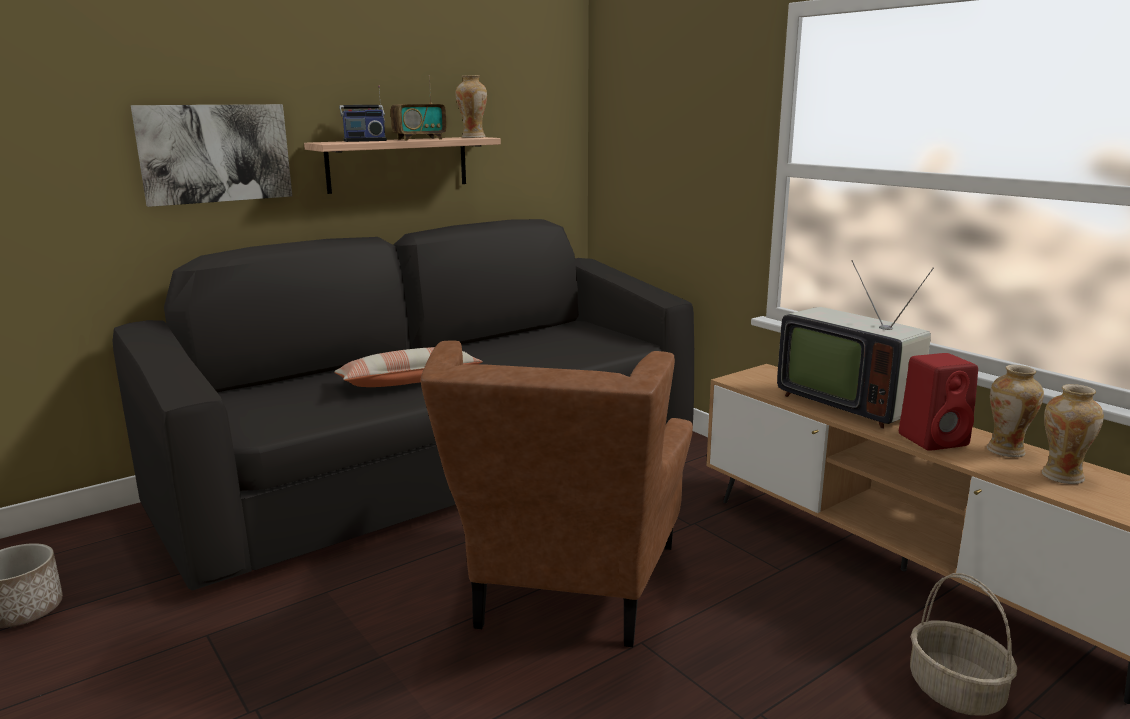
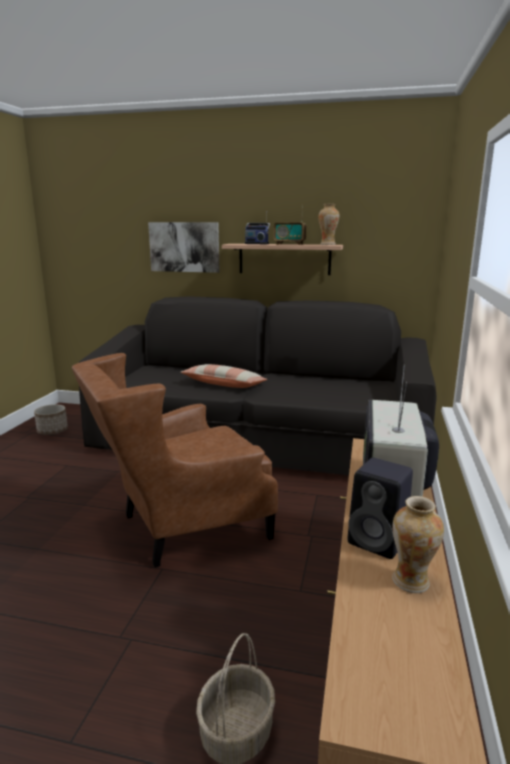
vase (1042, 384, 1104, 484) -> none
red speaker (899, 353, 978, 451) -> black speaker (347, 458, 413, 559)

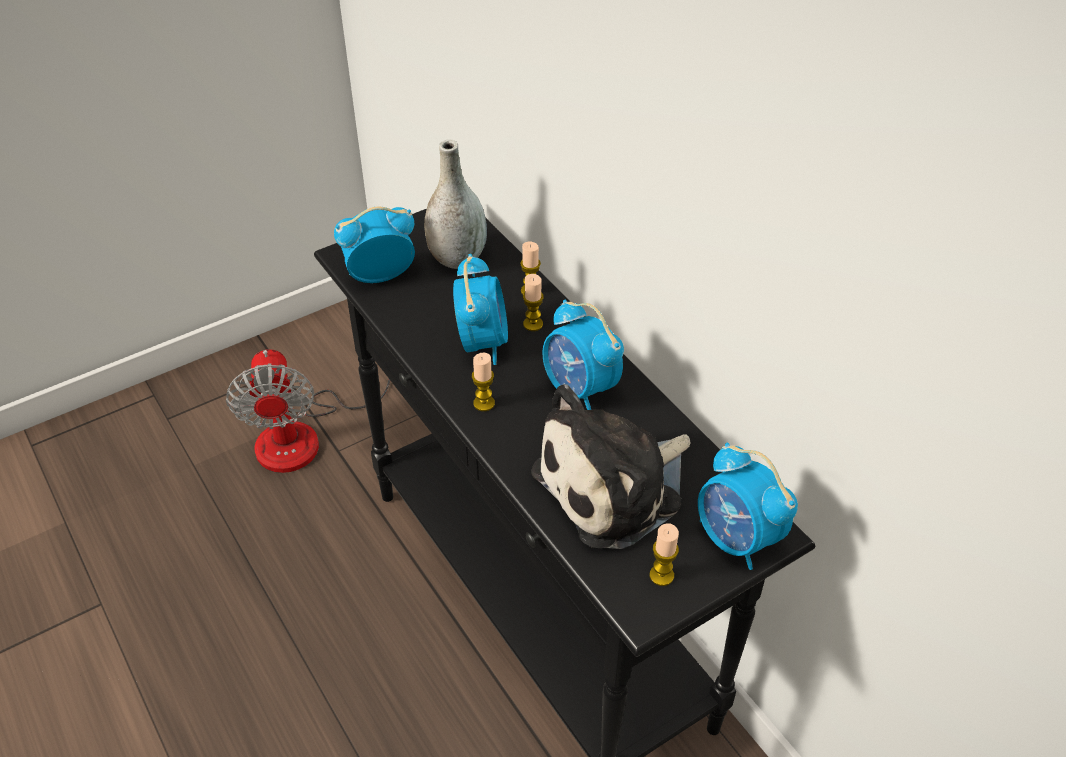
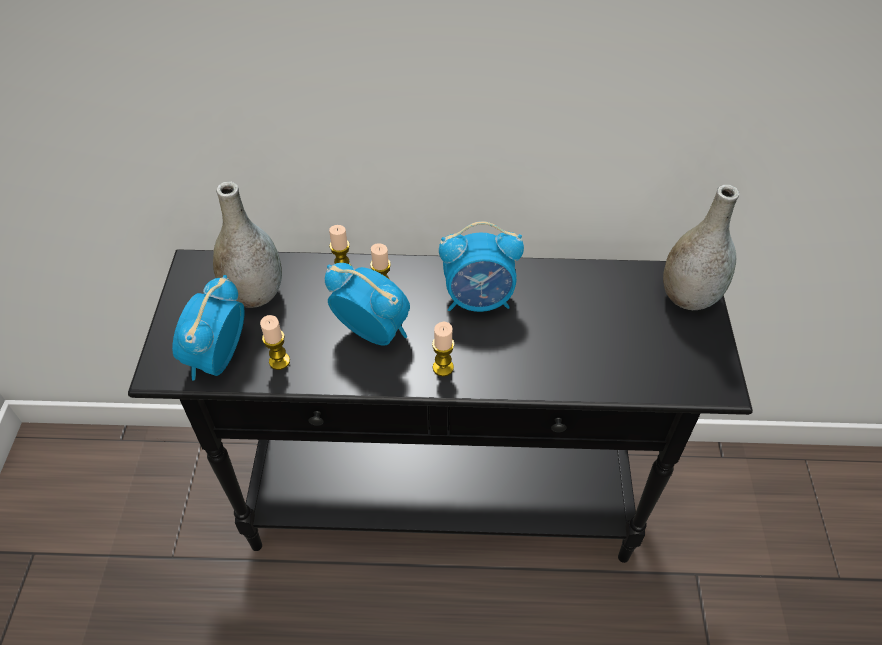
fan (226, 349, 390, 473) -> none
plush toy (531, 384, 690, 549) -> none
candle (650, 523, 679, 586) -> candle (260, 315, 290, 370), shifted
alarm clock (698, 443, 798, 570) -> grey vase (663, 185, 739, 310)

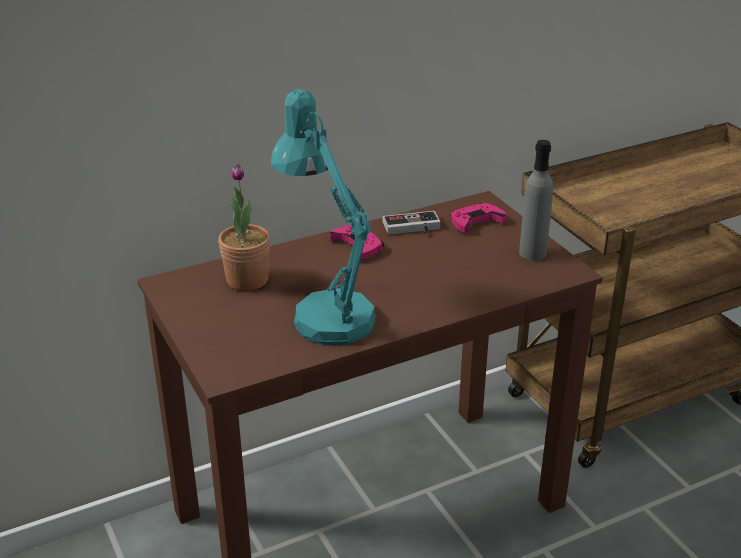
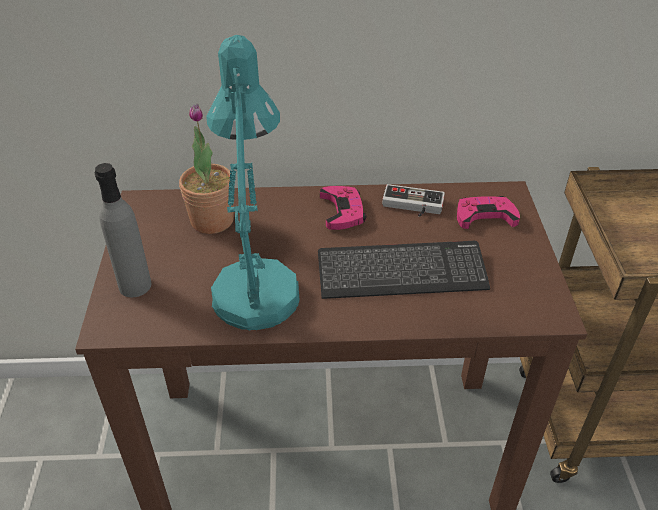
none -> keyboard (318, 241, 490, 299)
grey bottle (519, 140, 553, 260) -> grey bottle (95, 163, 152, 297), shifted

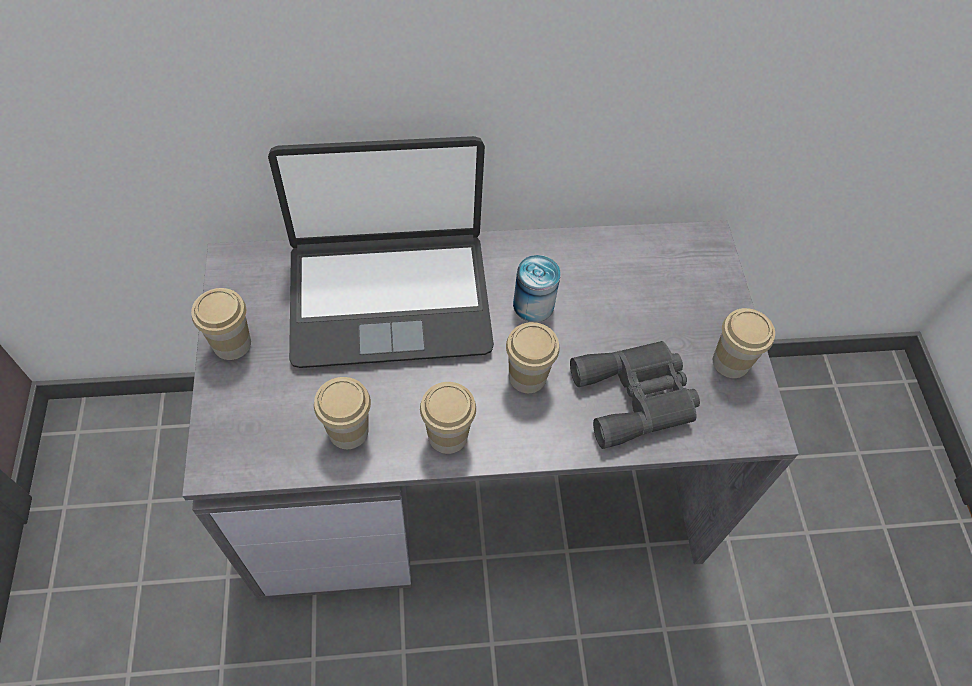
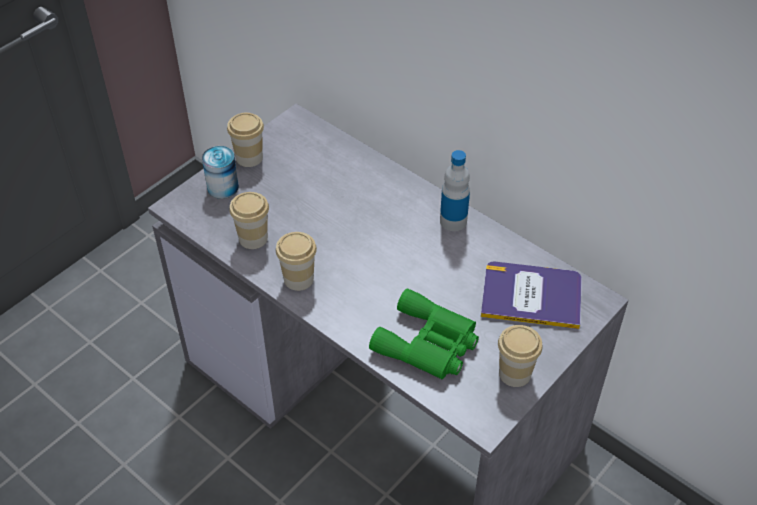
laptop (268, 136, 494, 368) -> none
cup (506, 322, 560, 393) -> none
none -> bottle (440, 150, 470, 231)
none -> book (481, 262, 582, 329)
can (513, 255, 561, 322) -> can (202, 146, 239, 199), shifted
grey binoculars (570, 341, 700, 449) -> green binoculars (369, 288, 479, 379)

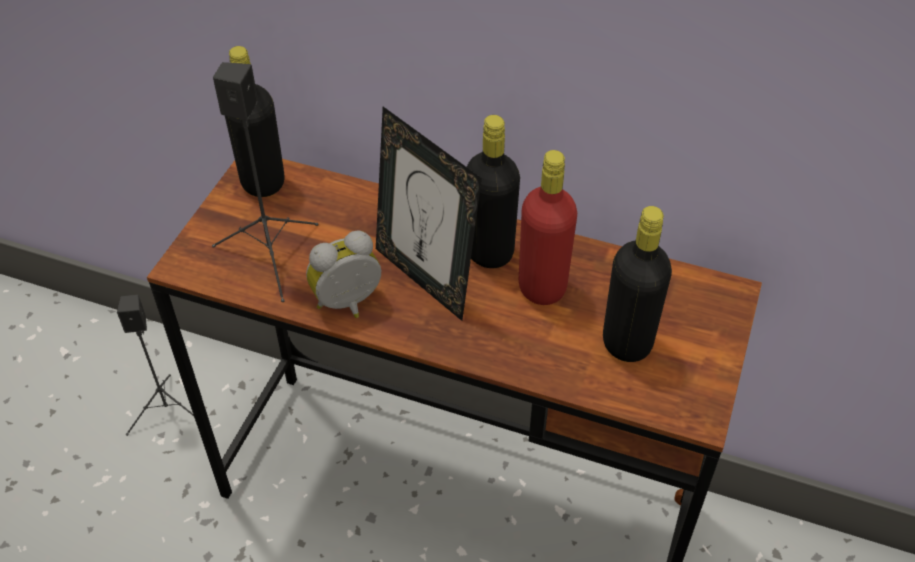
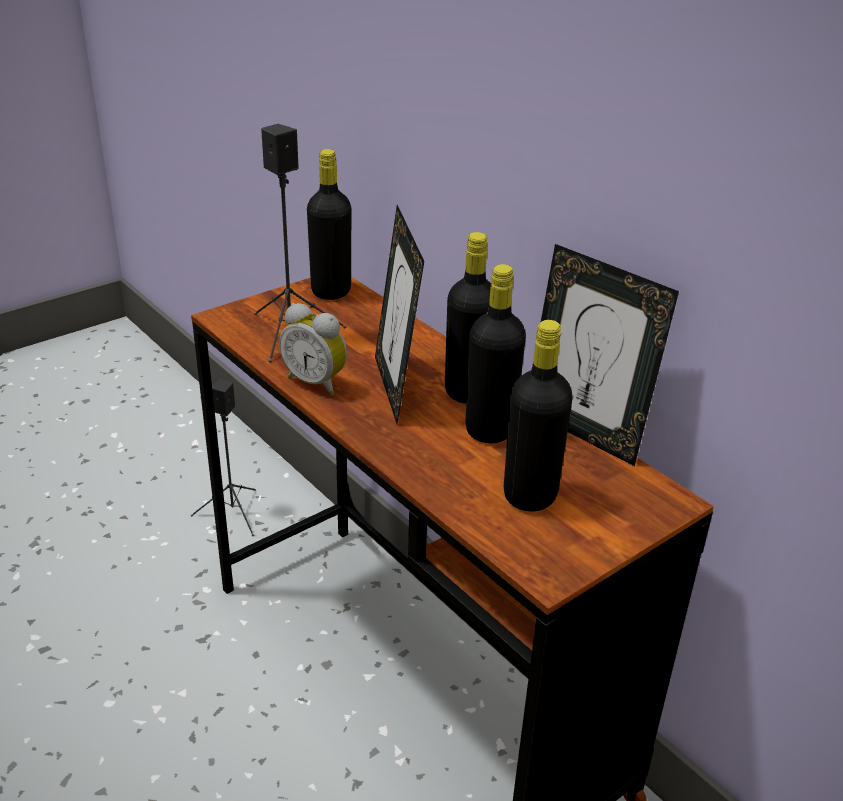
none -> picture frame (532, 244, 679, 466)
red bottle (519, 150, 577, 305) -> black bottle (466, 264, 526, 443)
alarm clock (306, 231, 381, 318) -> alarm clock (279, 303, 347, 396), 150 degrees counterclockwise

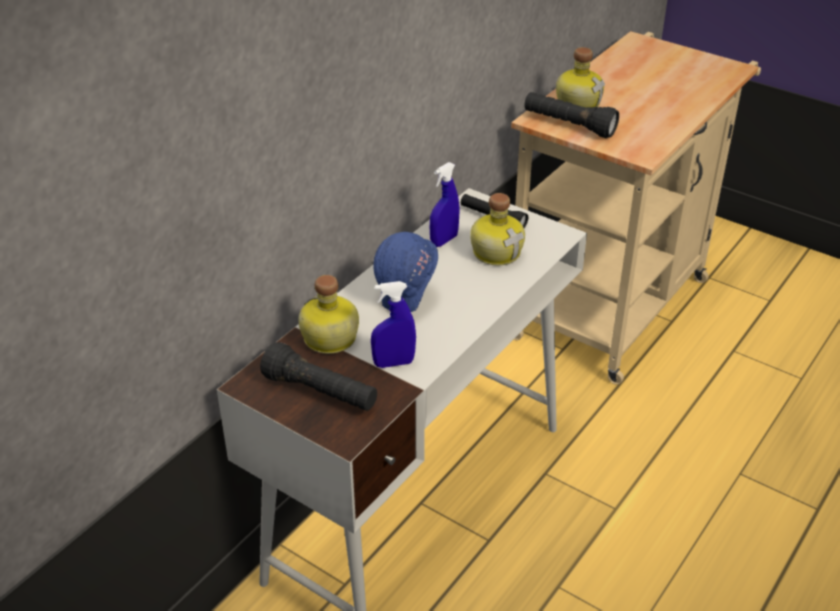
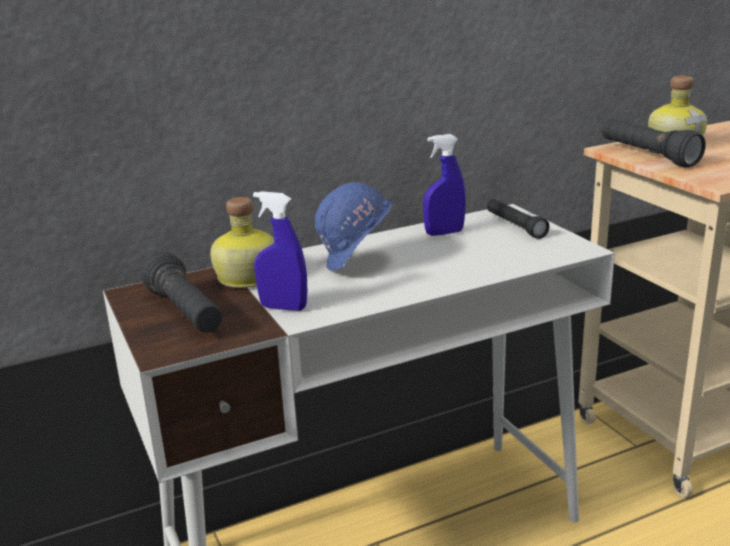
bottle (470, 193, 525, 265) -> none

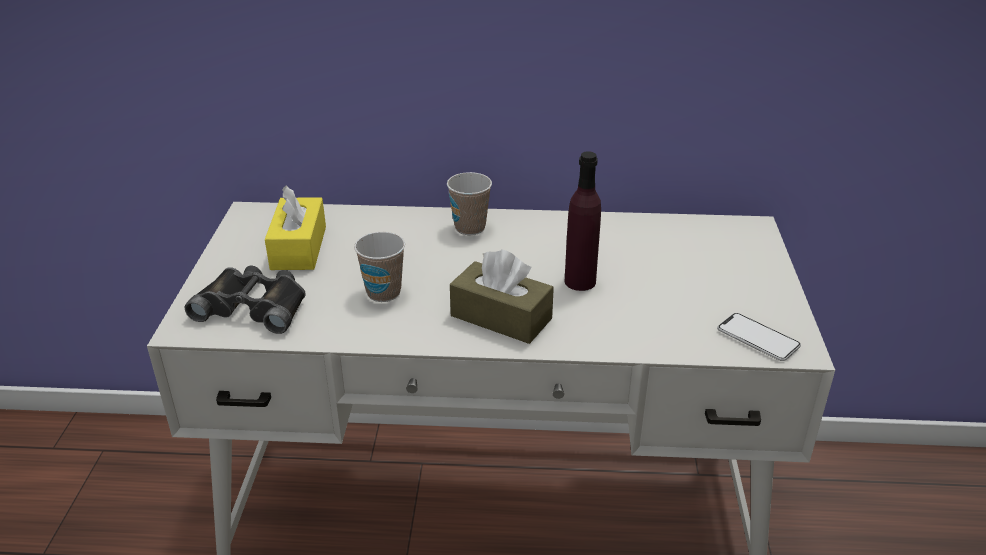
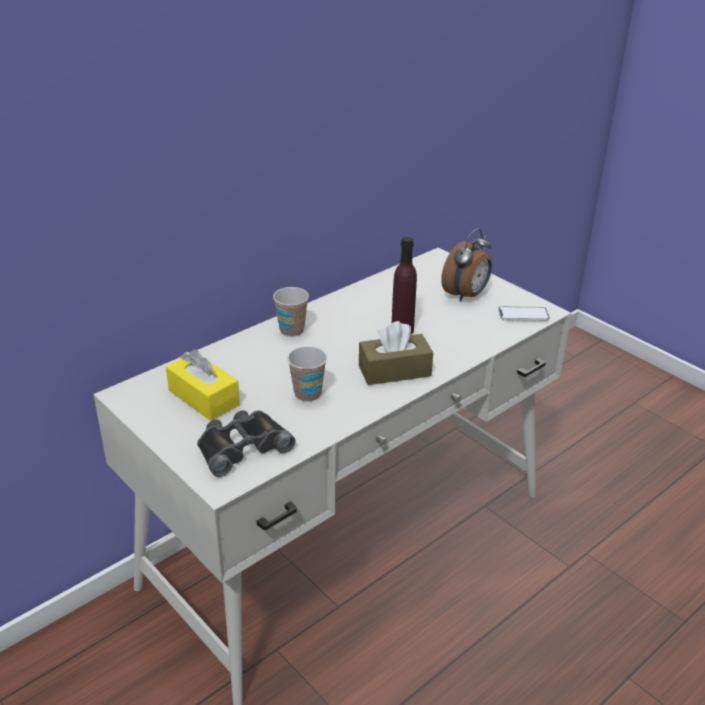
none -> alarm clock (441, 228, 492, 302)

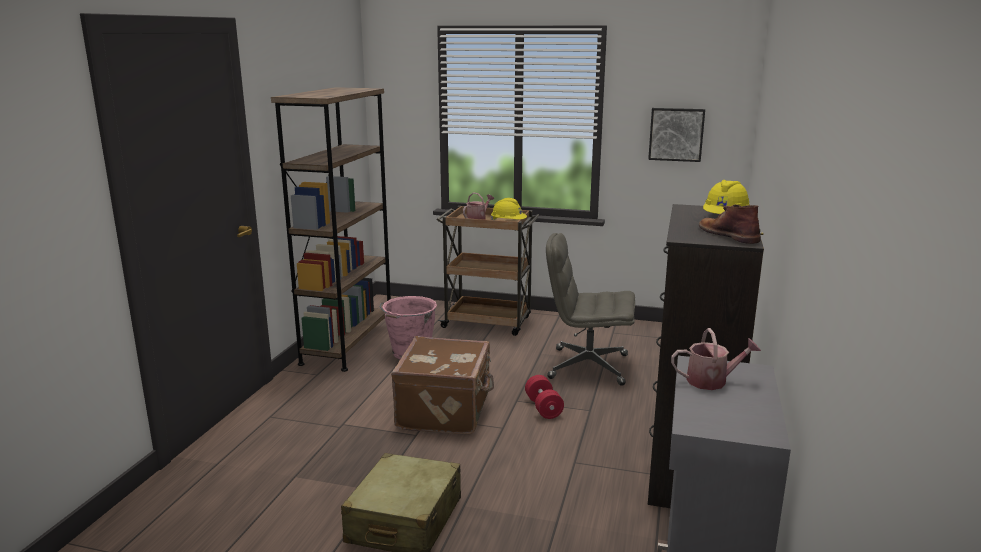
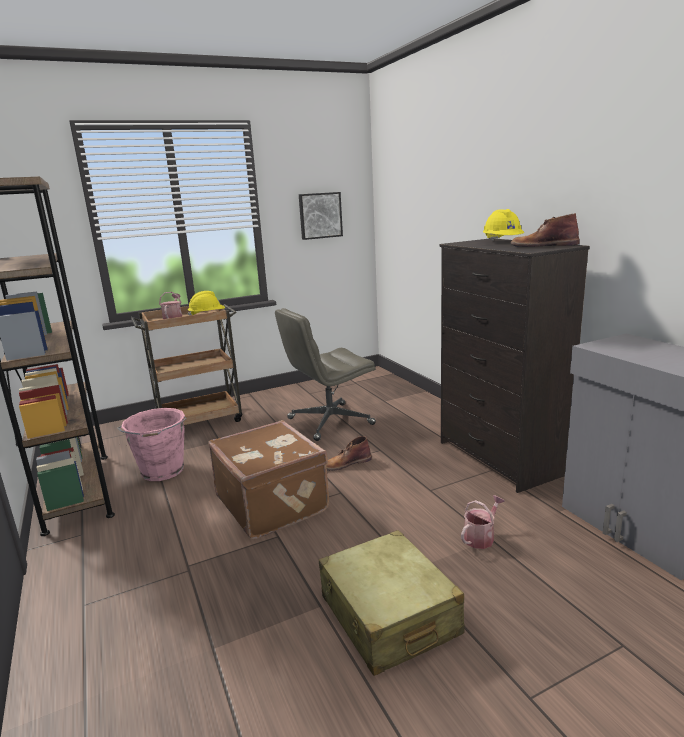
watering can (671, 328, 761, 390) -> watering can (461, 495, 505, 549), shifted
red dumbbell (525, 375, 564, 419) -> brown boot (326, 436, 372, 471)

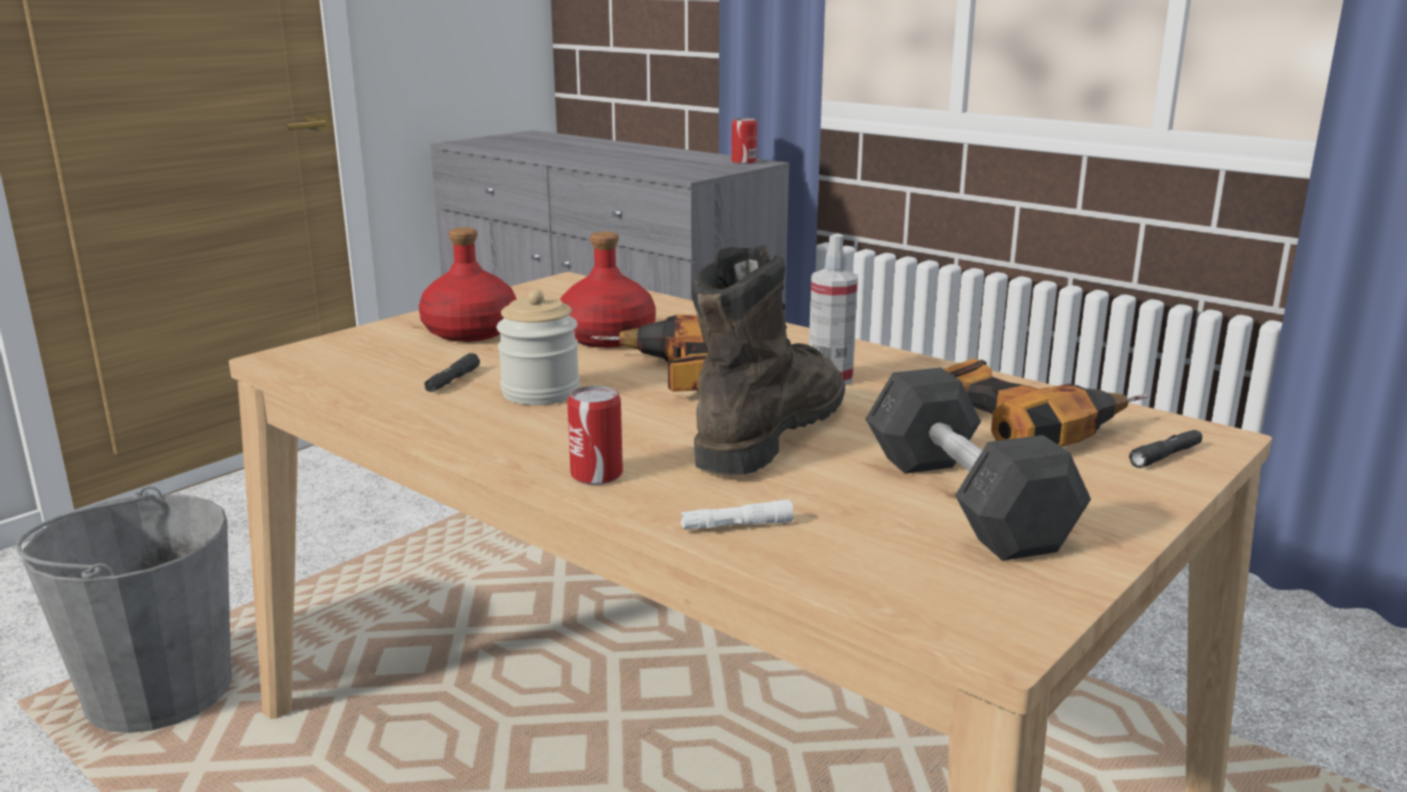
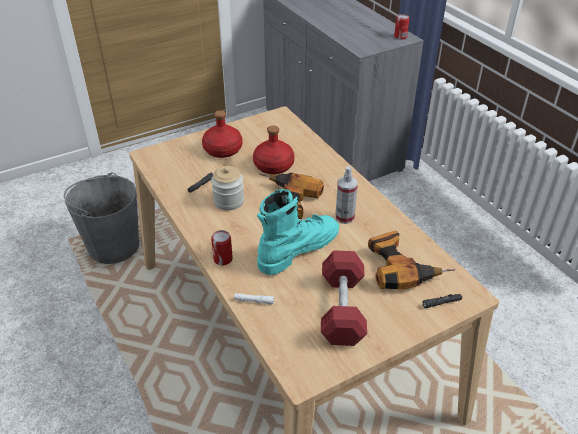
brown boot (692, 245, 845, 474) -> turquoise boot (257, 189, 339, 275)
grey dumbbell (866, 368, 1091, 561) -> red dumbbell (321, 250, 367, 346)

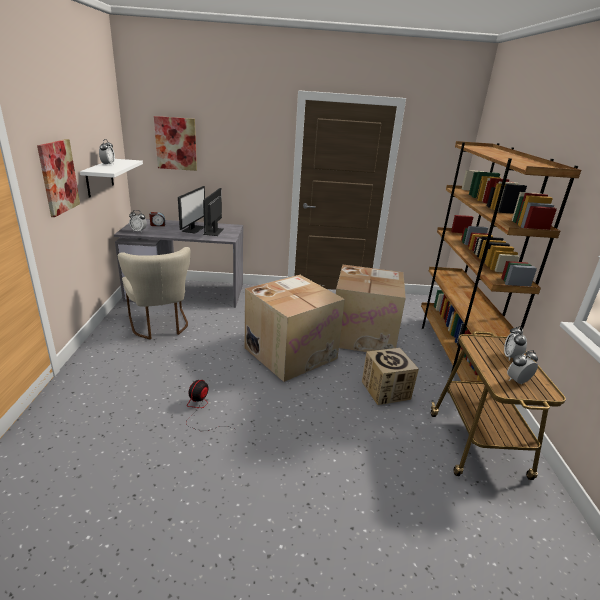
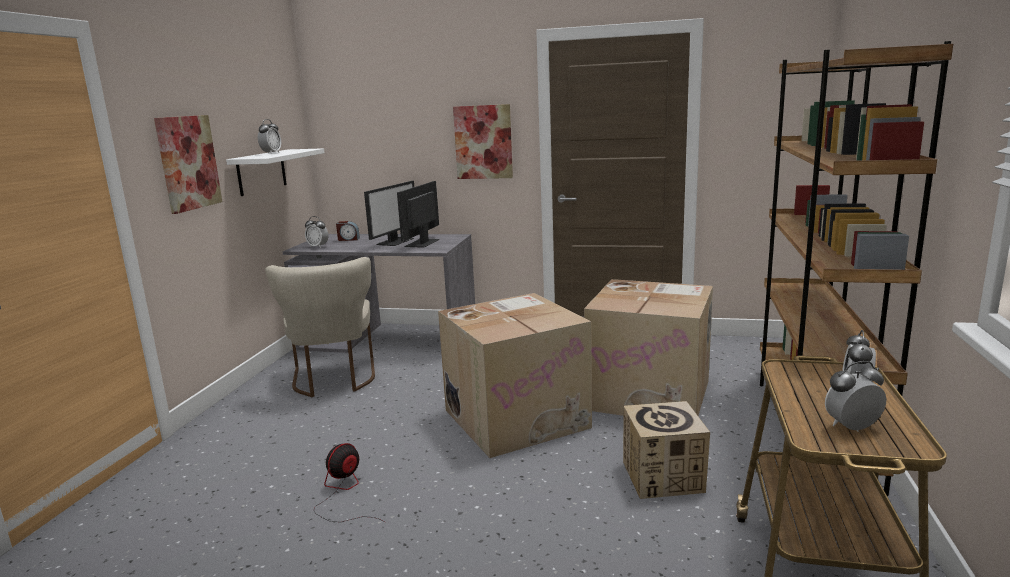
picture (154, 116, 197, 171) -> picture (453, 104, 513, 179), shifted

